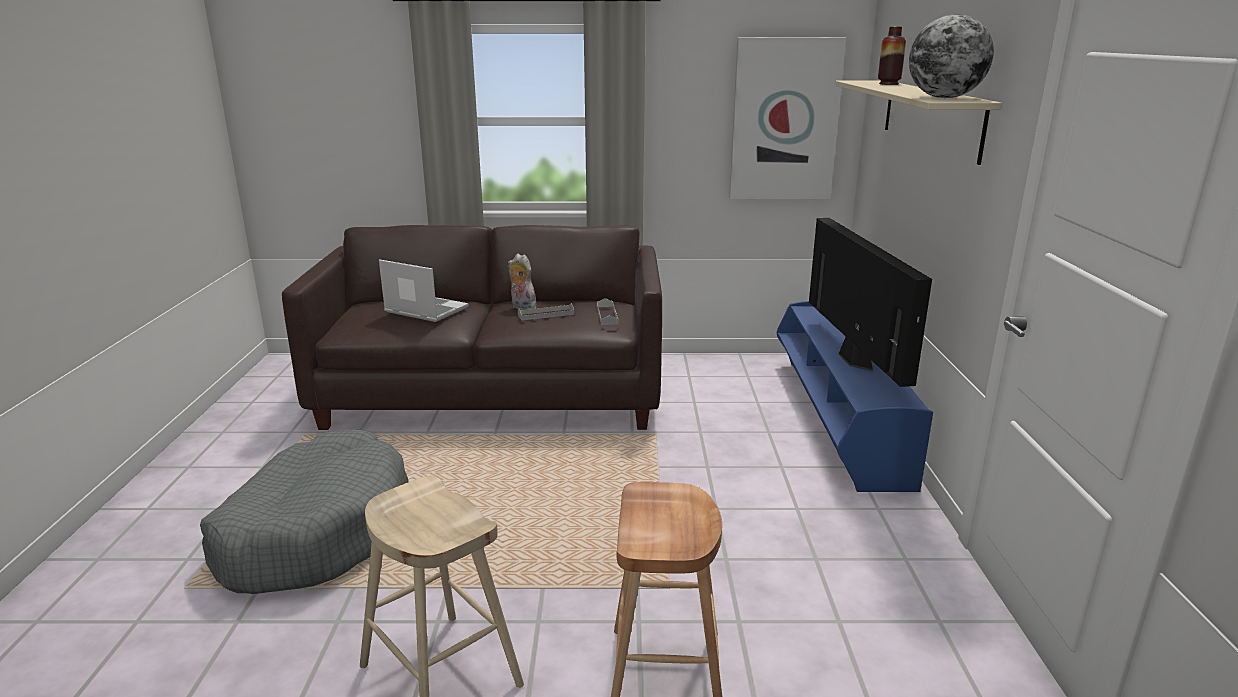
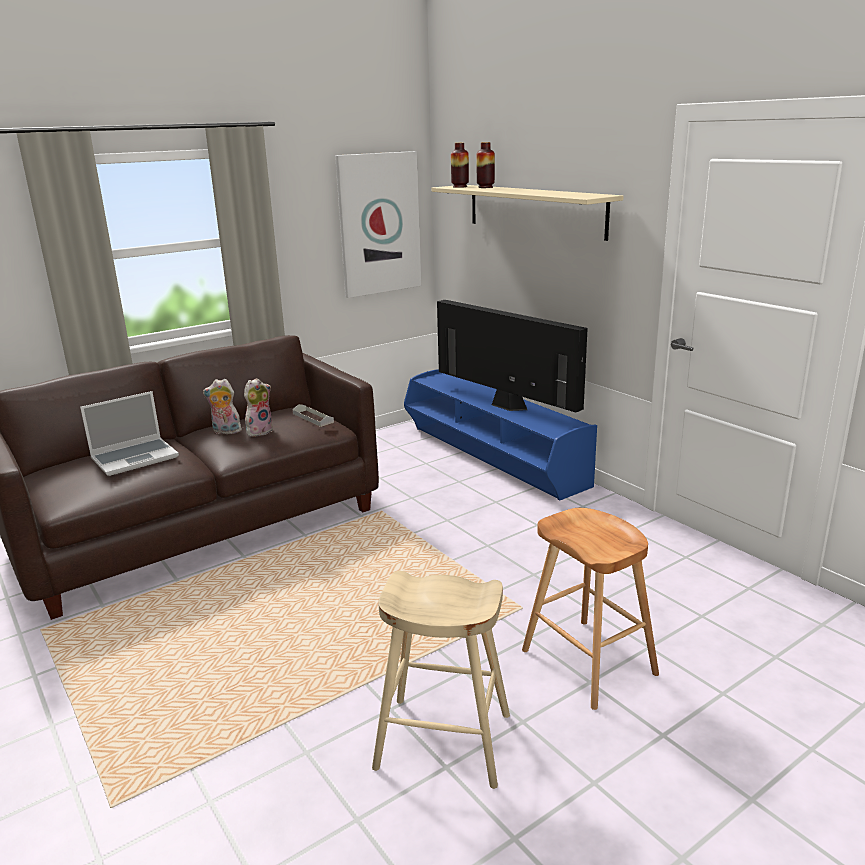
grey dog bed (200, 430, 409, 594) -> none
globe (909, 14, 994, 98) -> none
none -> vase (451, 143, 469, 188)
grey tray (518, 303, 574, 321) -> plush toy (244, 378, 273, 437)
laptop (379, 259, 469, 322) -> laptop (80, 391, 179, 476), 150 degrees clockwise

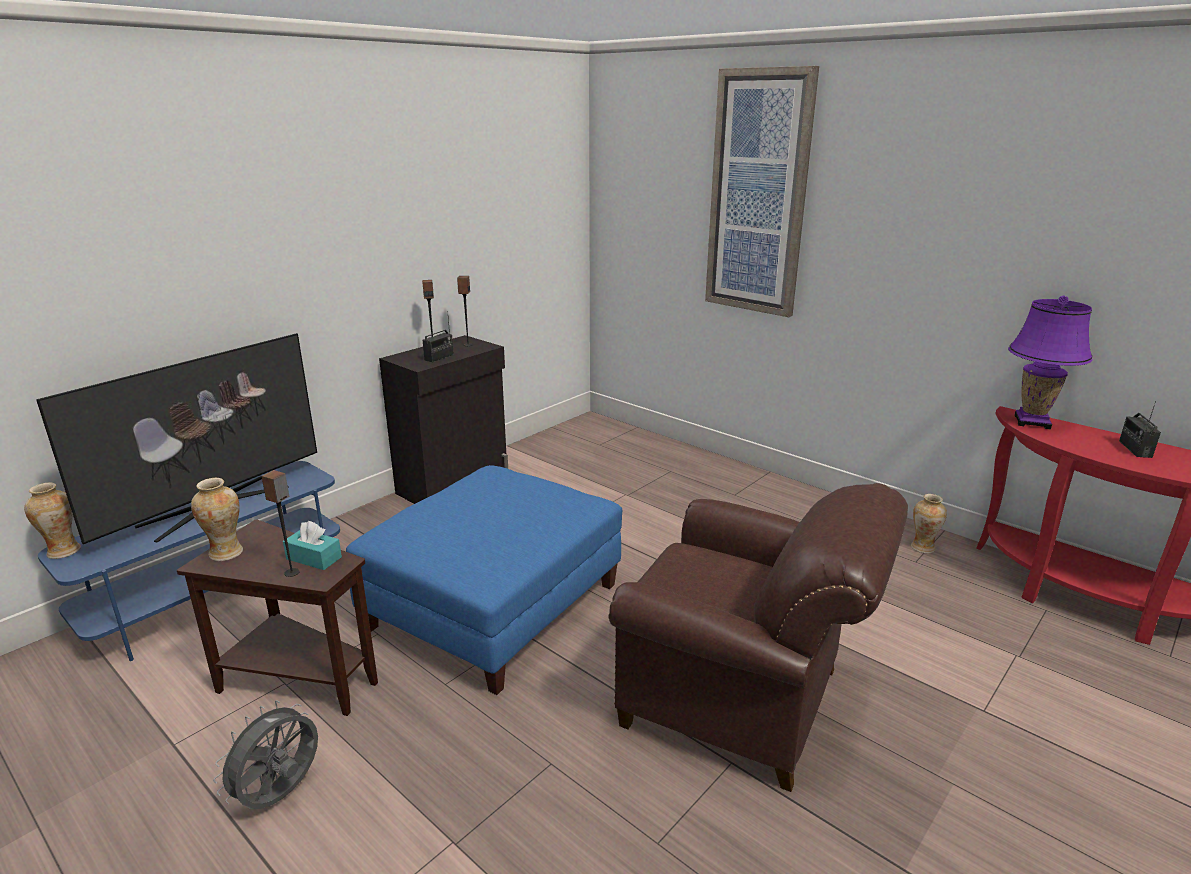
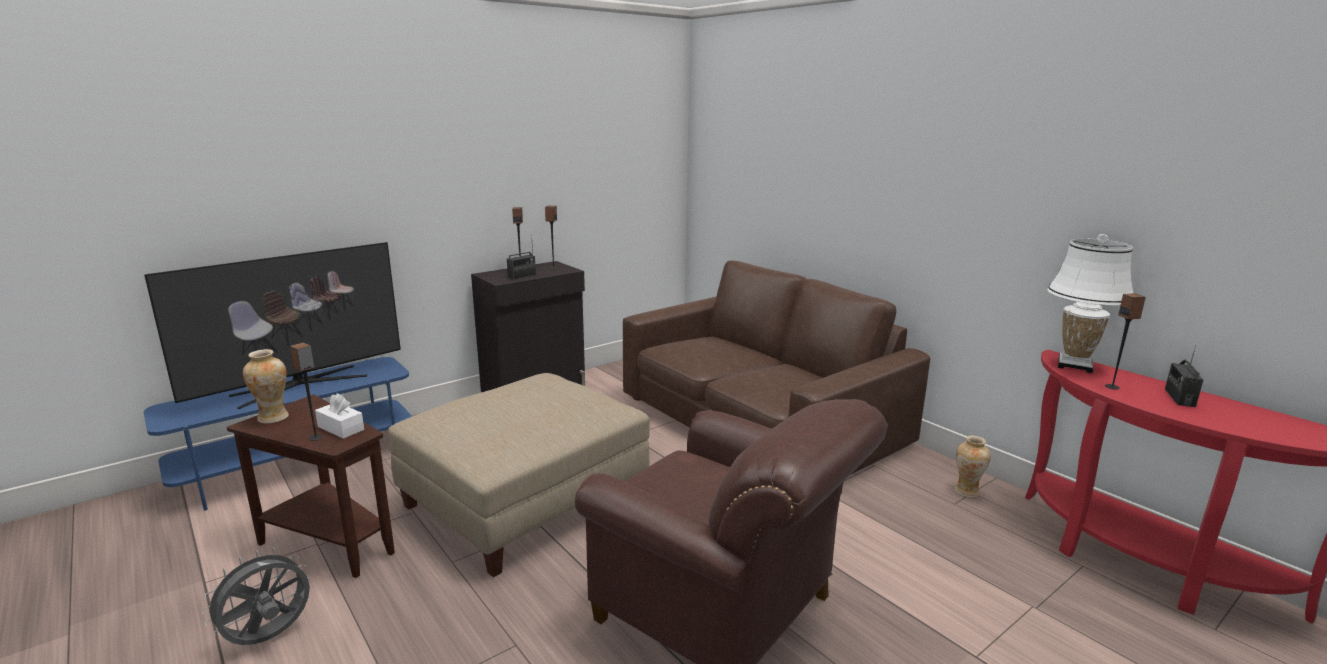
vase (24, 483, 81, 559) -> none
picture (705, 66, 819, 317) -> none
none -> brown sofa (623, 260, 930, 474)
none -> speaker (1105, 293, 1146, 390)
turquoise tissue box (283, 521, 342, 570) -> white tissue box (315, 393, 364, 439)
blue ottoman (346, 465, 622, 695) -> beige ottoman (388, 373, 650, 577)
purple table lamp (1008, 296, 1093, 429) -> white table lamp (1047, 234, 1134, 373)

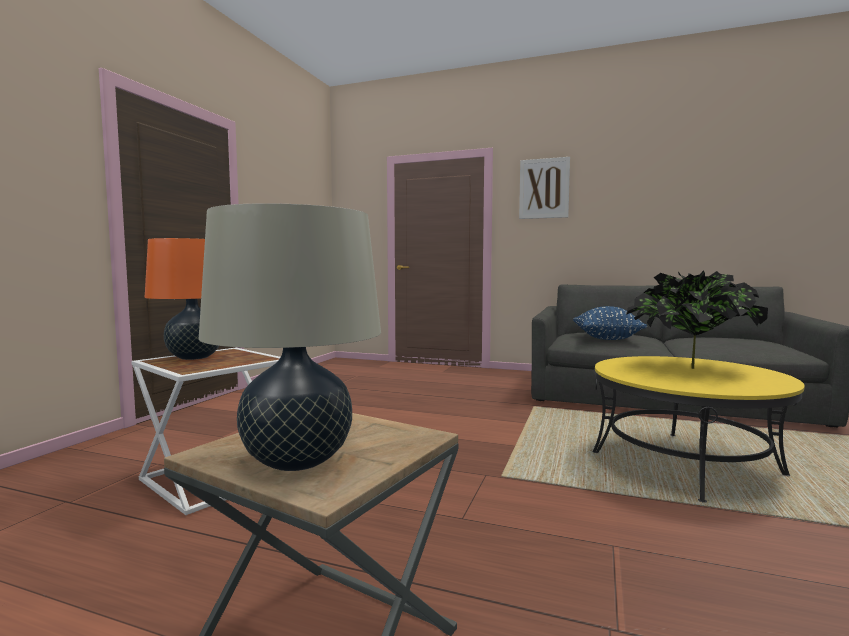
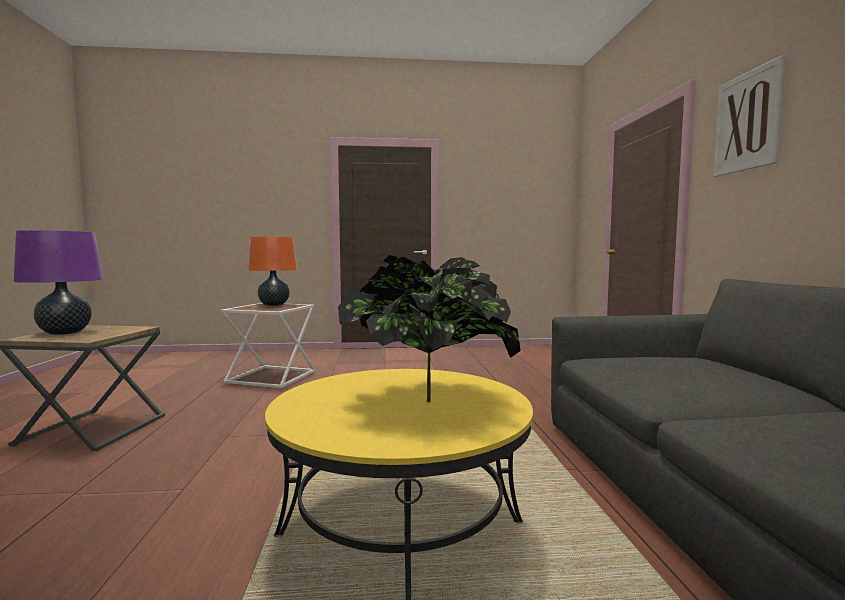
blue pillow (573, 306, 647, 340) -> none
beige table lamp (199, 203, 381, 471) -> purple table lamp (14, 230, 104, 335)

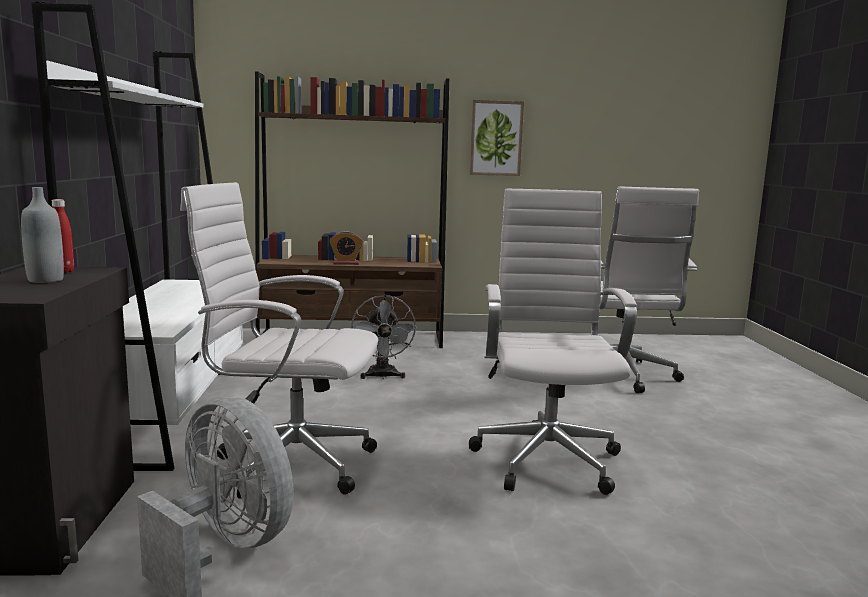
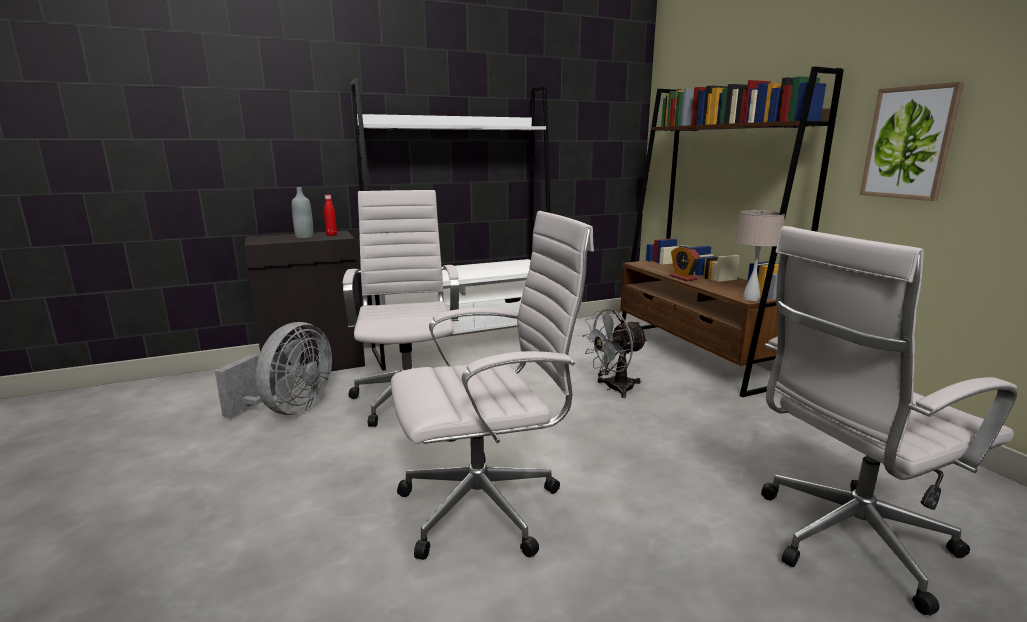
none -> beige table lamp (734, 210, 785, 301)

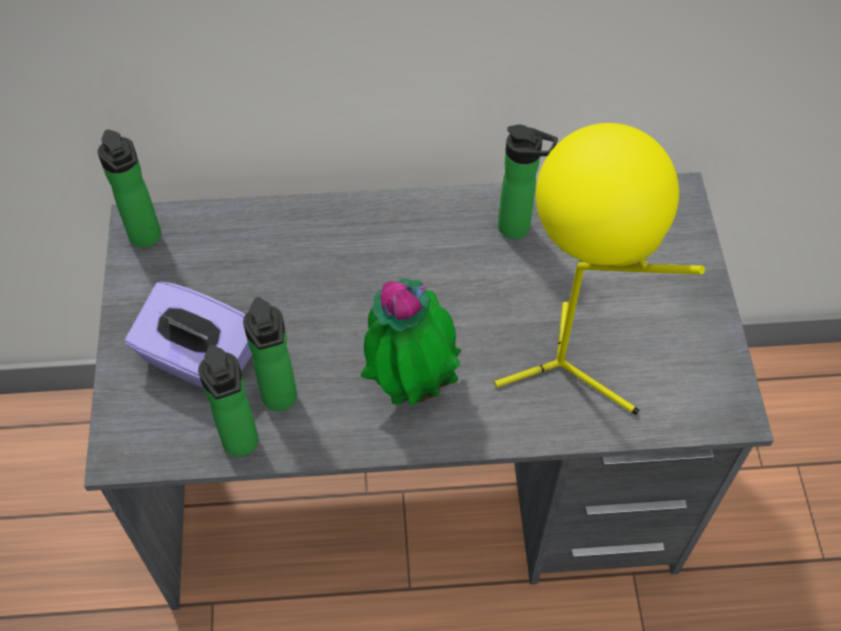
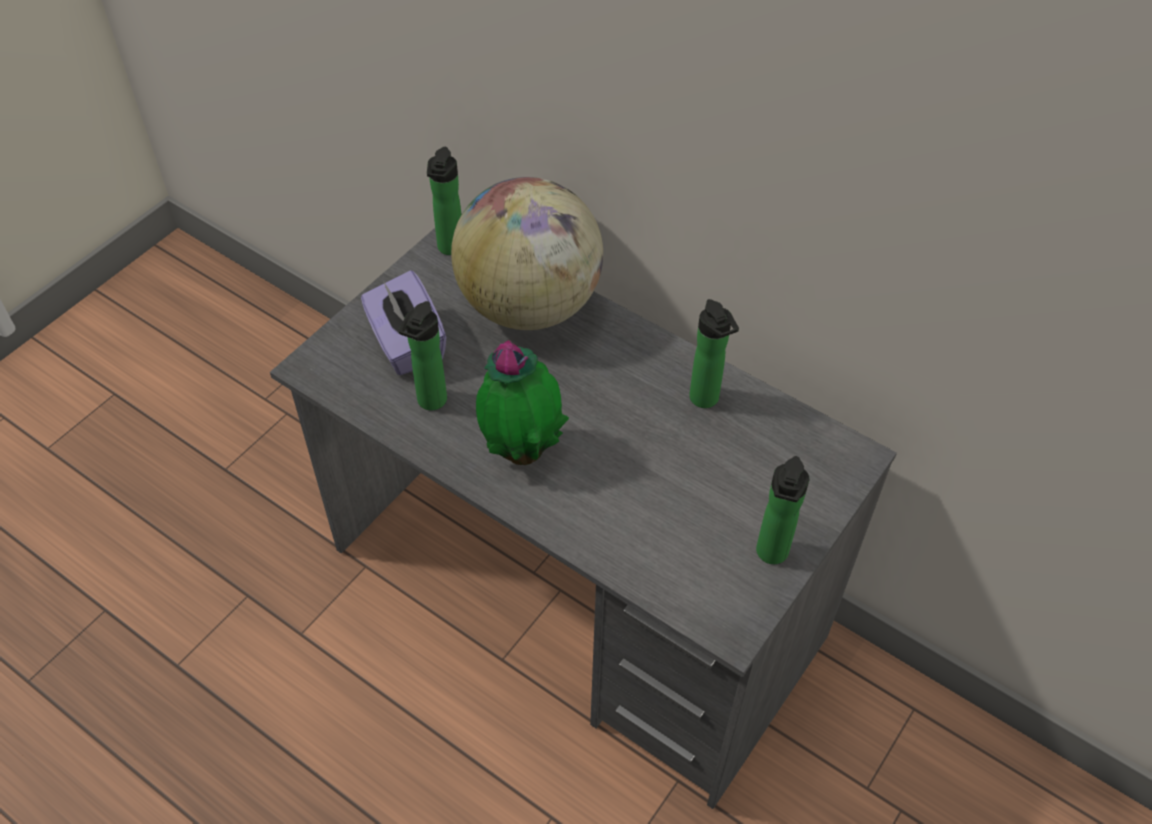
yellow table lamp (494, 123, 705, 415) -> none
none -> globe (451, 177, 603, 330)
bottle (198, 345, 259, 457) -> bottle (756, 456, 809, 564), shifted

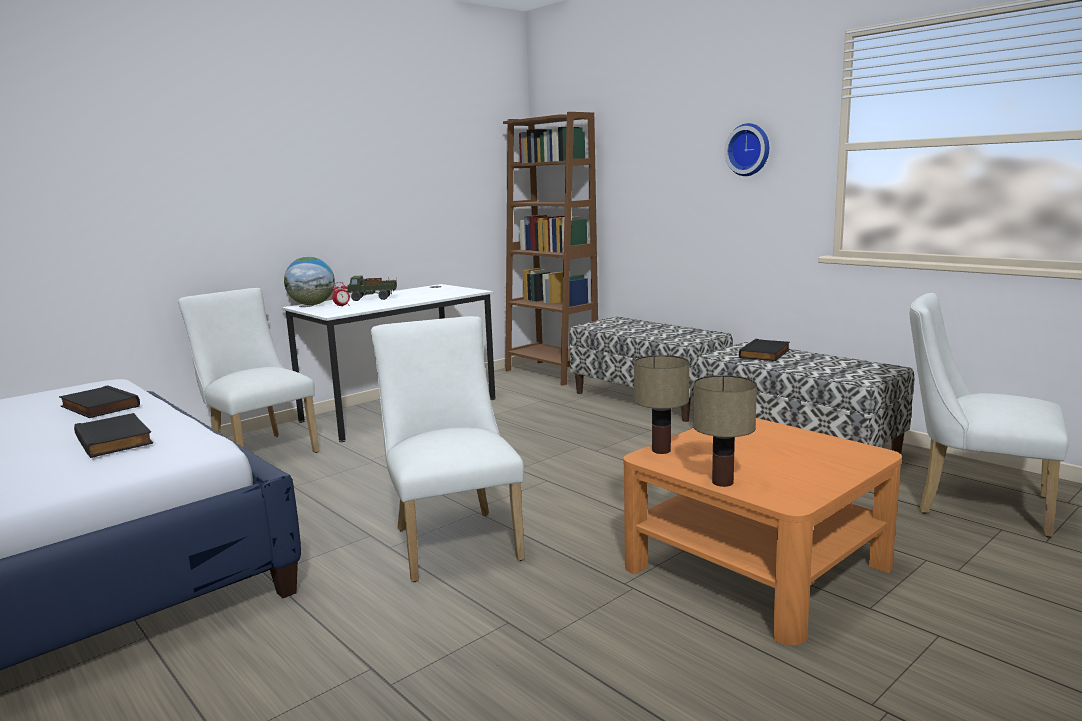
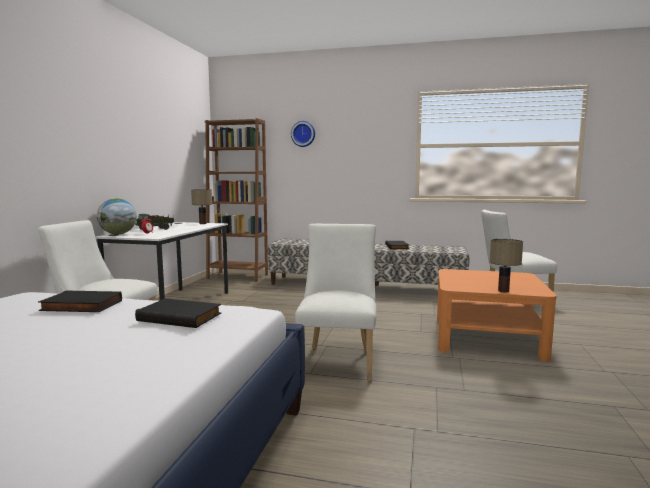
table lamp (634, 355, 689, 454) -> table lamp (191, 189, 212, 224), shifted
wall clock (724, 123, 769, 176) -> wall clock (291, 121, 315, 147), shifted
white chair (371, 316, 525, 582) -> white chair (295, 224, 377, 382), 60 degrees clockwise

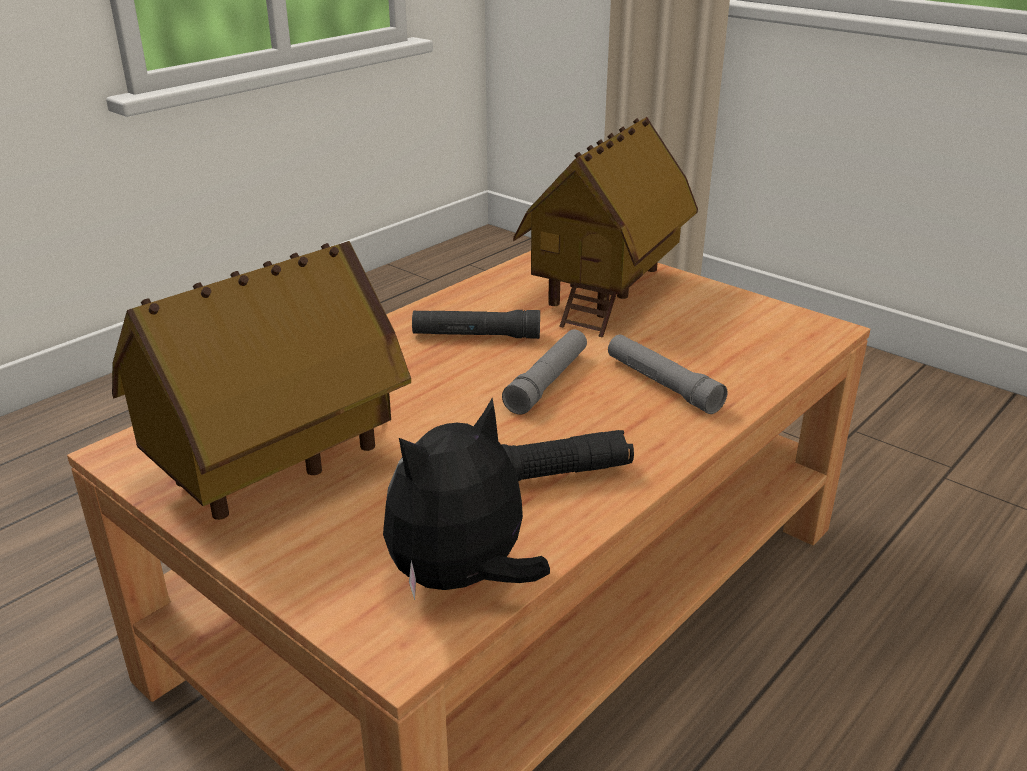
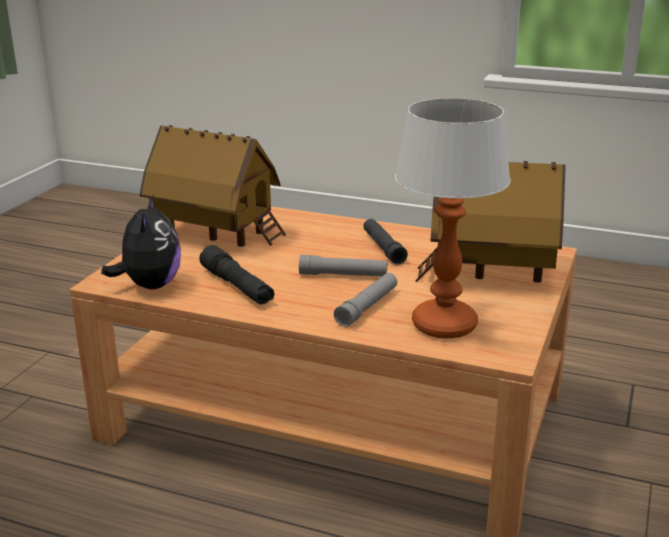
none -> table lamp (395, 98, 511, 338)
plush toy (383, 398, 550, 600) -> plush toy (101, 195, 181, 289), 60 degrees clockwise

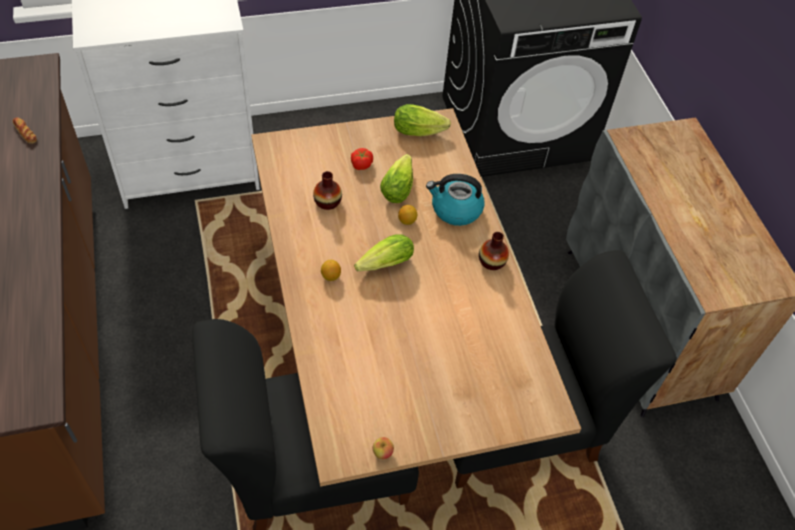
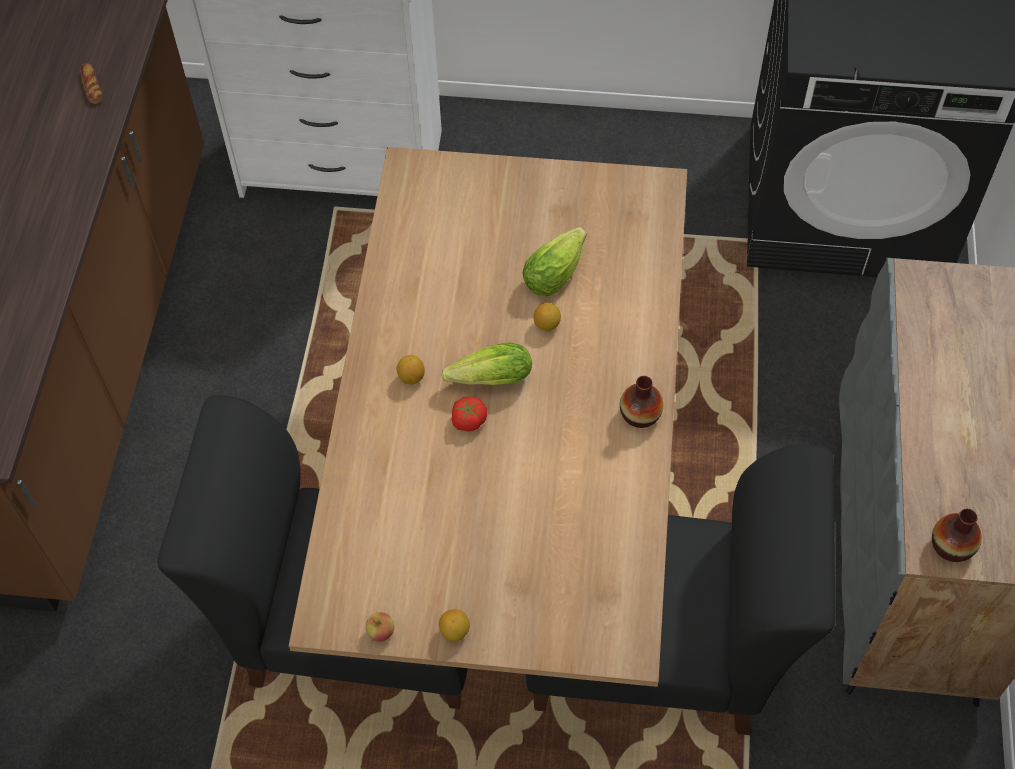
lettuce (394, 104, 451, 136) -> none
kettle (426, 174, 485, 226) -> none
none -> lemon (439, 609, 470, 641)
vase (313, 171, 342, 210) -> vase (932, 508, 982, 562), shifted
tomato (351, 148, 373, 170) -> tomato (452, 396, 488, 432), shifted

